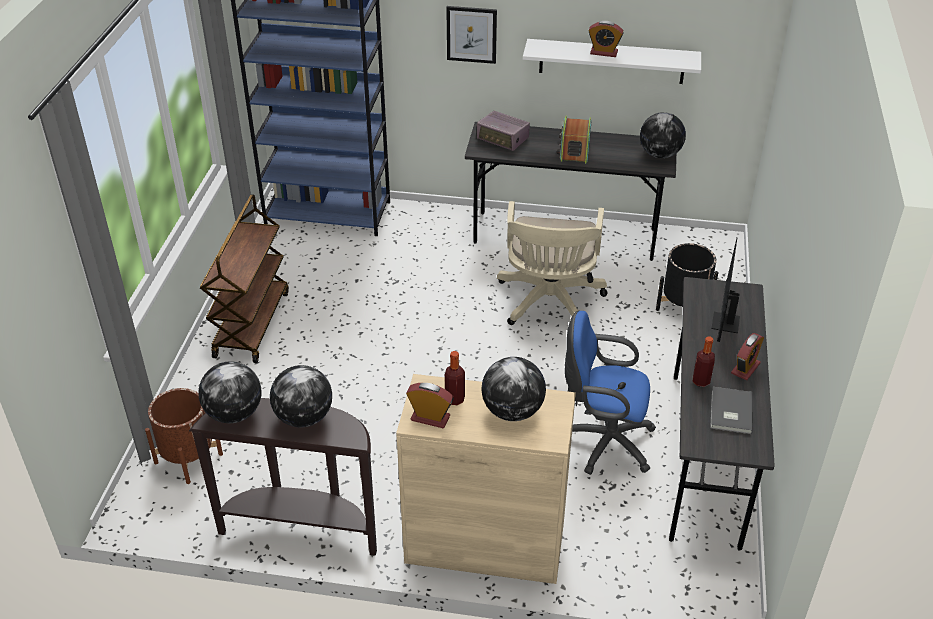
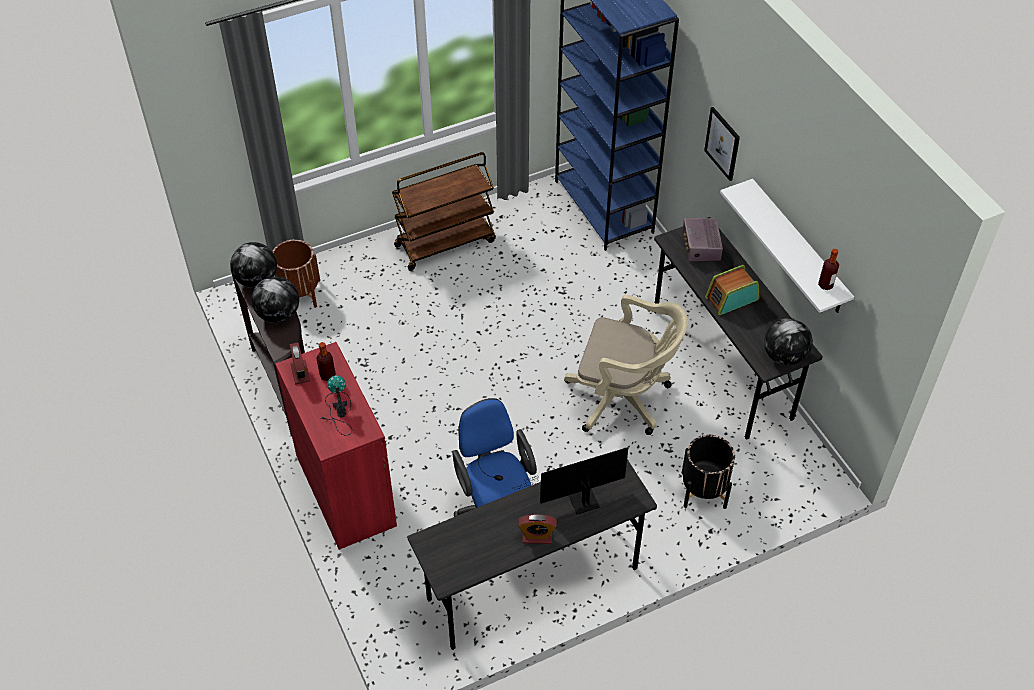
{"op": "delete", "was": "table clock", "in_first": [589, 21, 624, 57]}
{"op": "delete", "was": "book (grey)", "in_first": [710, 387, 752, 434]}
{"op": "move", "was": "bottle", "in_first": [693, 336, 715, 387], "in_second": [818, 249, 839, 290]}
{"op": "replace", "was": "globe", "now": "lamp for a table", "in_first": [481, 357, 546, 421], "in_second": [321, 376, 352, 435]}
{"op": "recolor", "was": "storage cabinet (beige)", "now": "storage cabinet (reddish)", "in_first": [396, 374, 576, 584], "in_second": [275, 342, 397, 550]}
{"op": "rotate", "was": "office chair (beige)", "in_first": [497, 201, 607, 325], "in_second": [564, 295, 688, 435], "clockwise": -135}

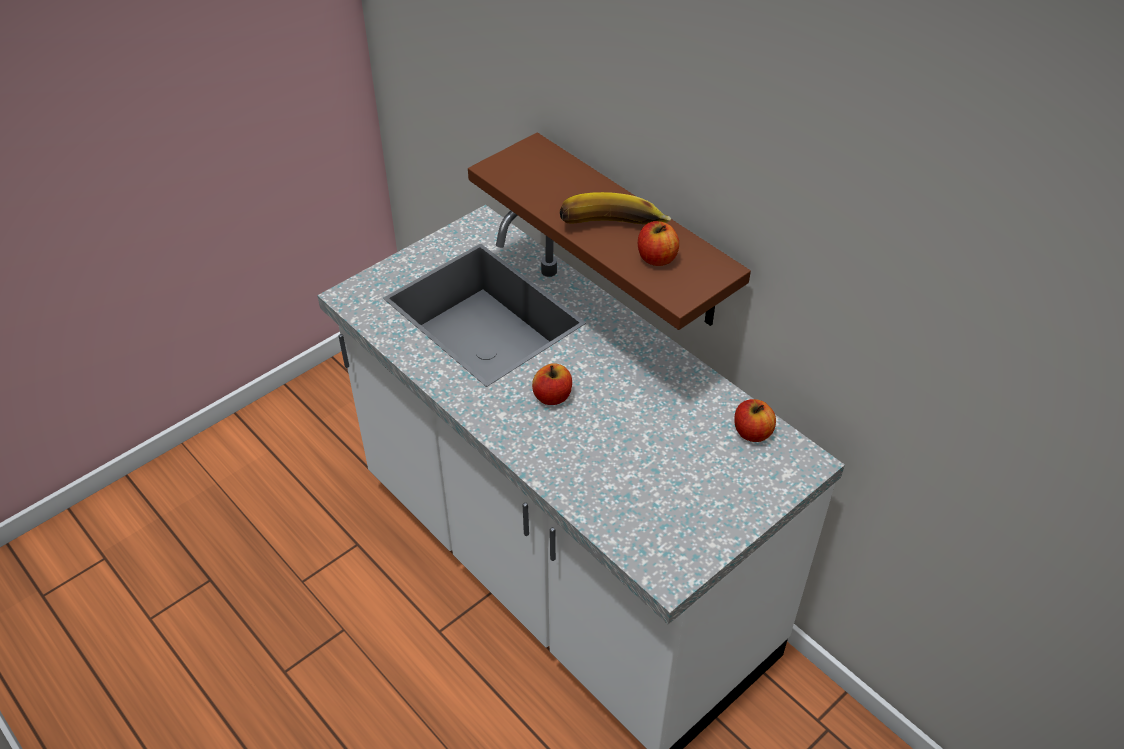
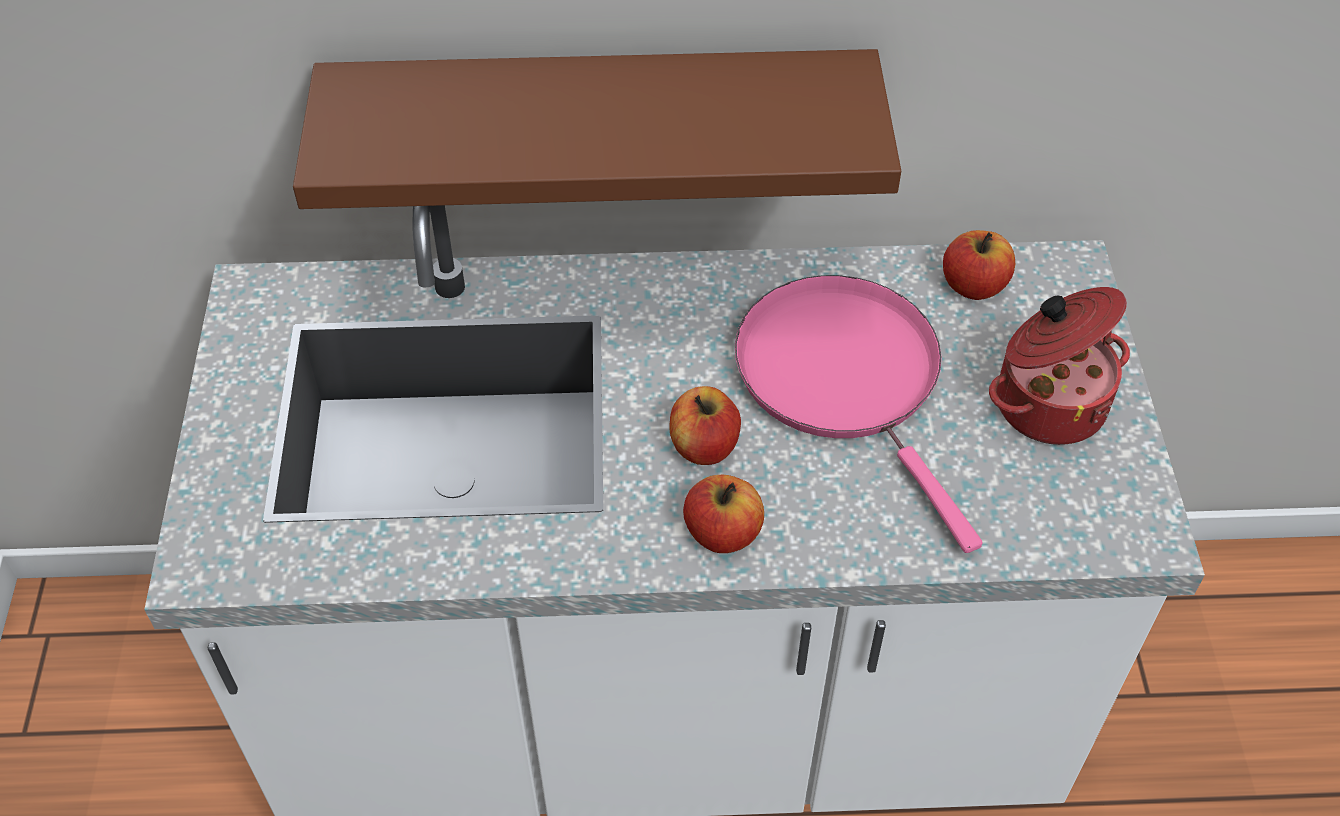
{"op": "delete", "was": "banana fruit", "in_first": [560, 192, 671, 224]}
{"op": "insert", "now": "frying pan (pinkish)", "in_second": [735, 275, 982, 553]}
{"op": "insert", "now": "cooking pot", "in_second": [989, 287, 1130, 445]}
{"op": "move", "was": "apple", "in_first": [638, 221, 679, 266], "in_second": [683, 475, 764, 553]}

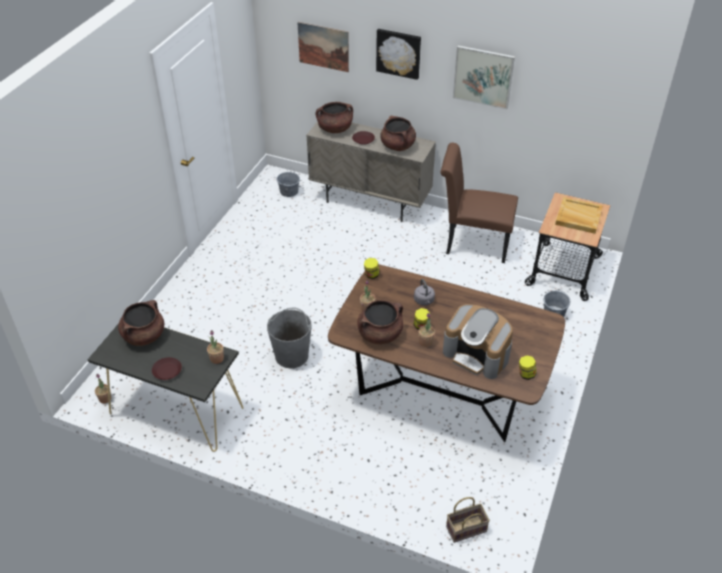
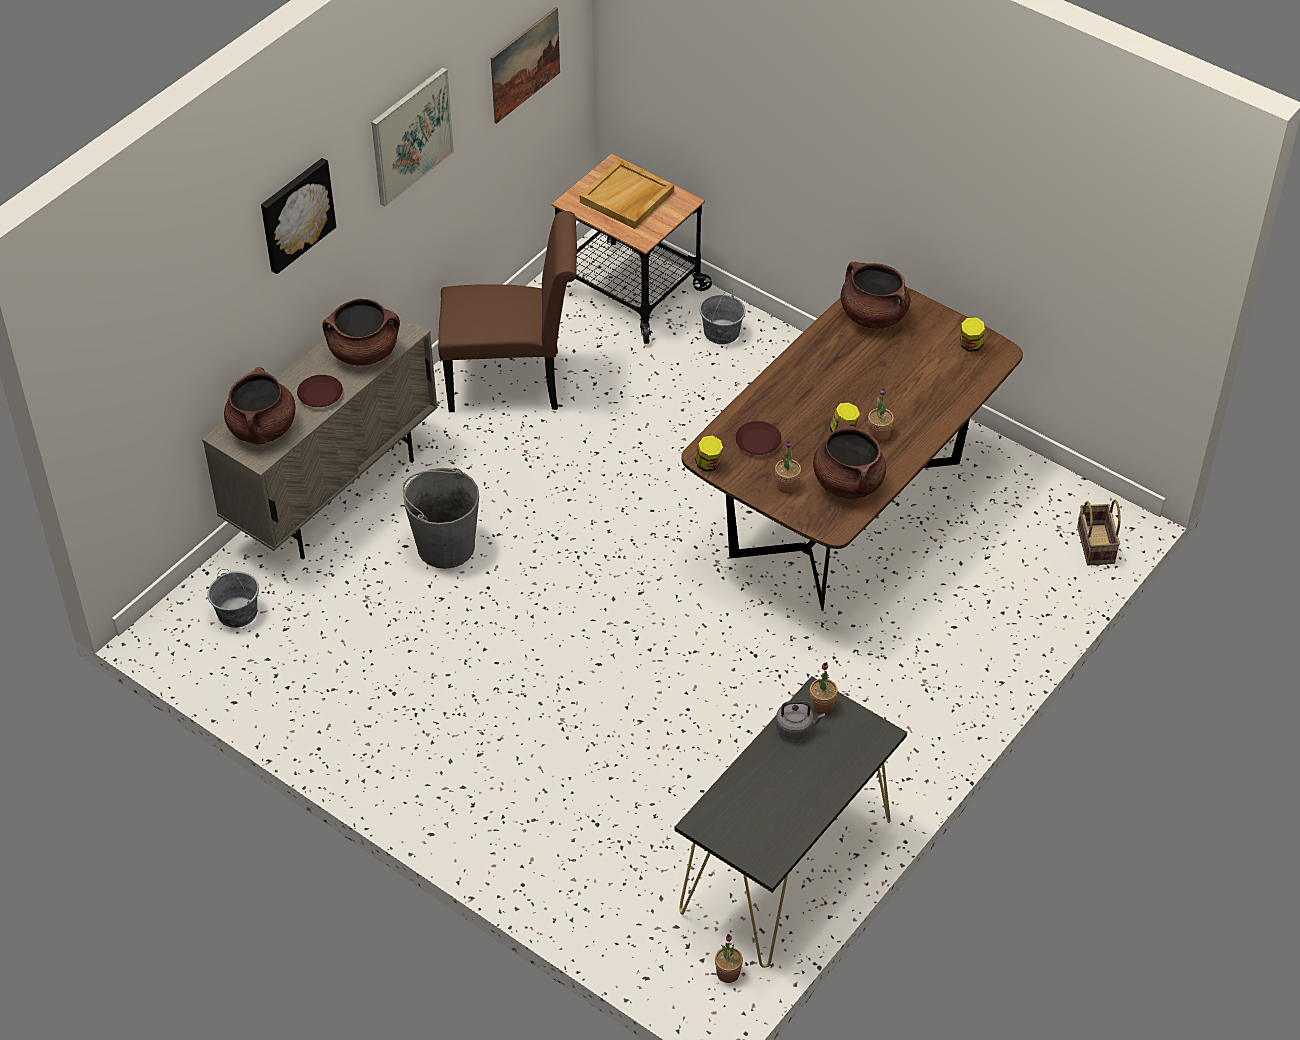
{"op": "delete", "was": "coffee maker", "in_first": [443, 304, 513, 379]}
{"op": "move", "was": "cooking pot (brownish)", "in_first": [118, 300, 164, 346], "in_second": [840, 262, 910, 329]}
{"op": "move", "was": "plate (brownish)", "in_first": [152, 357, 182, 380], "in_second": [735, 421, 782, 455]}
{"op": "move", "was": "water bucket (grey)", "in_first": [267, 308, 312, 369], "in_second": [403, 468, 479, 569]}
{"op": "move", "was": "wall picture", "in_first": [297, 22, 349, 72], "in_second": [491, 7, 560, 124]}
{"op": "move", "was": "water kettle (grey)", "in_first": [414, 279, 435, 305], "in_second": [776, 701, 825, 740]}
{"op": "rotate", "was": "plain chair (brownish)", "in_first": [440, 143, 518, 263], "in_second": [438, 211, 577, 412], "clockwise": -120}

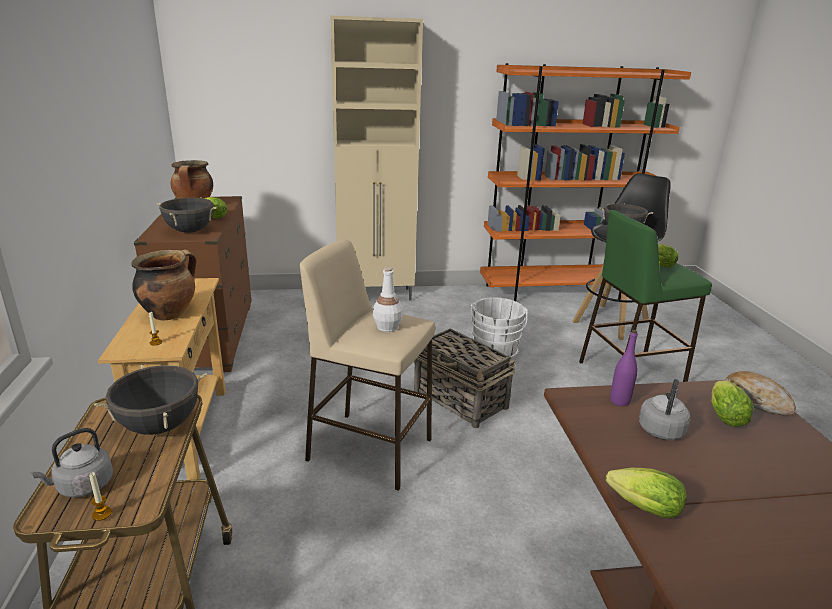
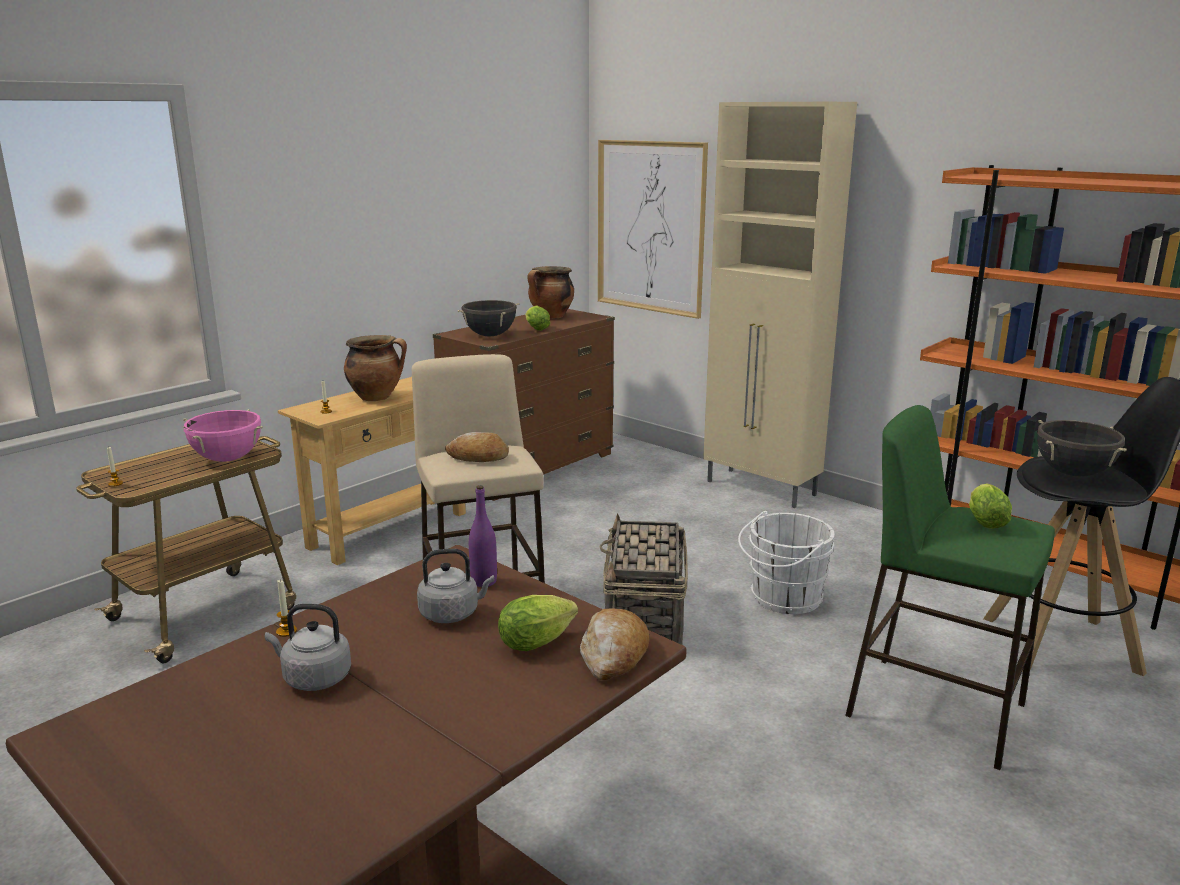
{"op": "insert", "now": "wall picture", "in_second": [598, 140, 708, 319]}
{"op": "move", "was": "water kettle (grey)", "in_first": [31, 428, 113, 497], "in_second": [265, 604, 351, 691]}
{"op": "replace", "was": "bottle (white-coloured)", "now": "baked bread", "in_first": [373, 266, 403, 332], "in_second": [445, 432, 509, 462]}
{"op": "replace", "was": "lettuce", "now": "wax light", "in_first": [606, 468, 687, 518], "in_second": [276, 580, 297, 637]}
{"op": "recolor", "was": "cooking pot (blackish)", "now": "cooking pot (pinkish)", "in_first": [94, 365, 207, 435], "in_second": [183, 409, 263, 462]}

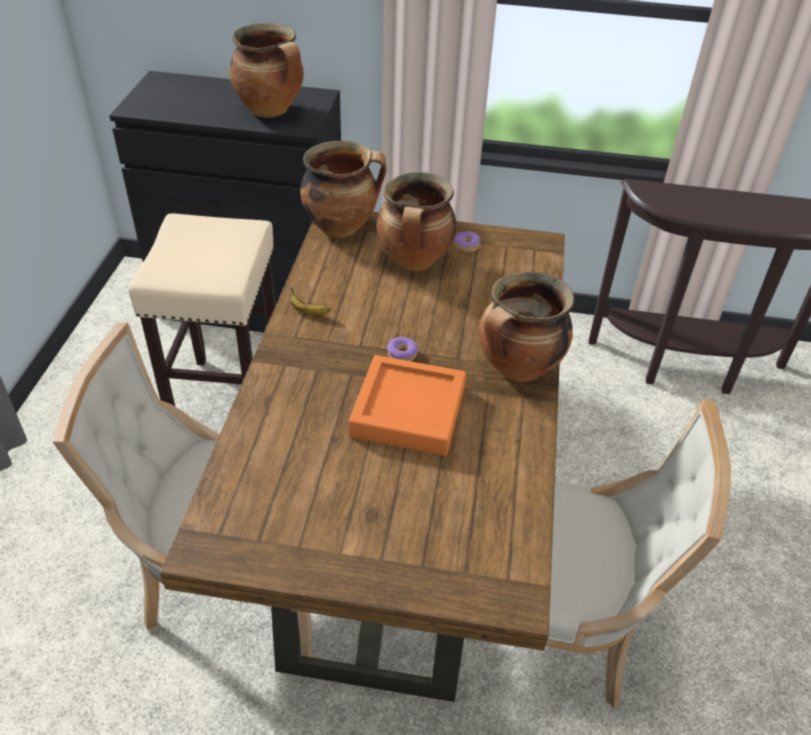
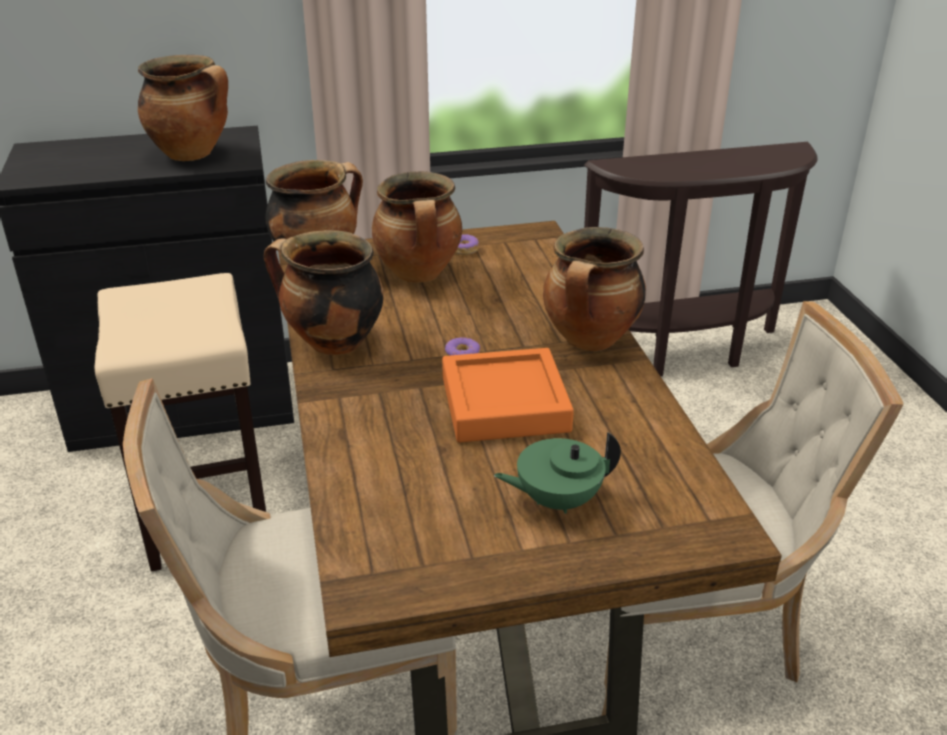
{"op": "insert", "now": "tea pot (green)", "in_second": [494, 432, 621, 514]}
{"op": "replace", "was": "banana fruit", "now": "cooking pot", "in_first": [290, 287, 331, 315], "in_second": [264, 230, 384, 355]}

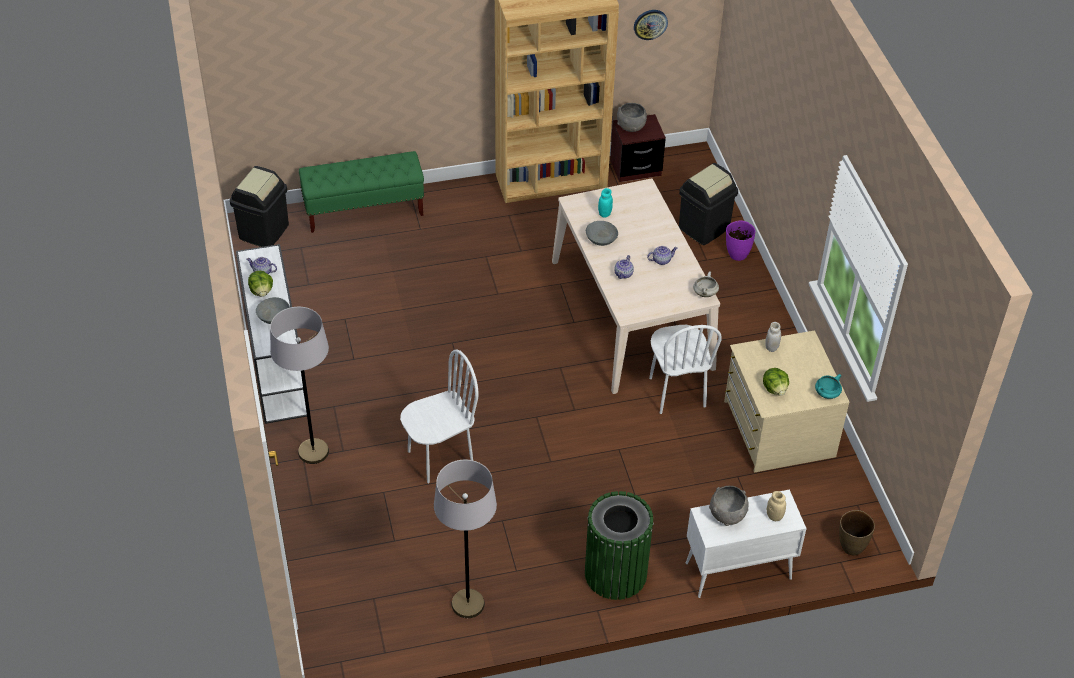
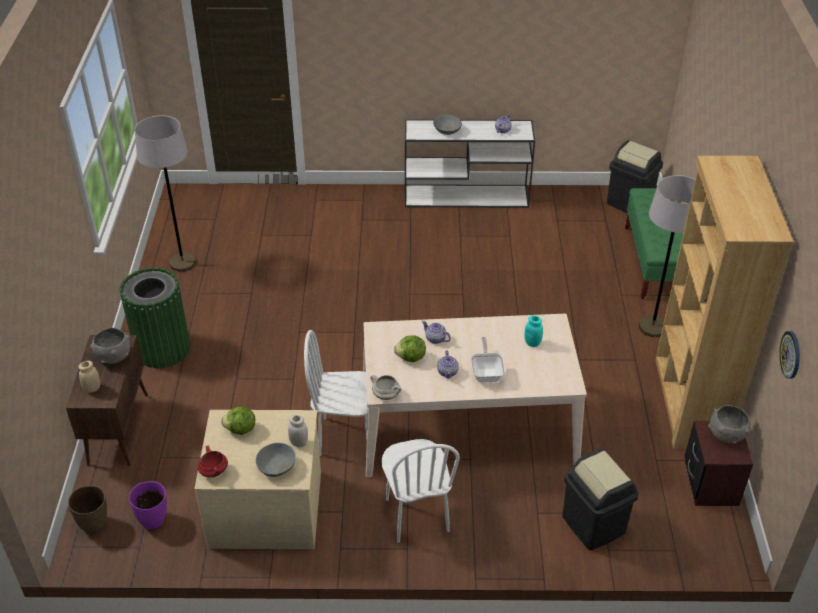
{"op": "insert", "now": "frying pan", "in_second": [471, 337, 505, 382]}
{"op": "move", "was": "lettuce", "in_first": [248, 271, 273, 297], "in_second": [394, 335, 426, 362]}
{"op": "move", "was": "standard lamp (grey)", "in_first": [270, 307, 329, 464], "in_second": [639, 175, 695, 337]}
{"op": "move", "was": "plain chair (white-coloured)", "in_first": [400, 350, 479, 483], "in_second": [381, 439, 460, 543]}
{"op": "move", "was": "serving bowl (grey)", "in_first": [586, 221, 618, 246], "in_second": [256, 443, 296, 477]}
{"op": "move", "was": "decorative vase (purple)", "in_first": [726, 220, 756, 261], "in_second": [129, 481, 167, 529]}
{"op": "recolor", "was": "storage cabinet (white-coloured)", "now": "storage cabinet (brownish)", "in_first": [686, 489, 807, 598], "in_second": [66, 335, 148, 466]}
{"op": "recolor", "was": "cooking pot (turquoise-coloured)", "now": "cooking pot (reddish)", "in_first": [815, 374, 842, 399], "in_second": [197, 446, 228, 478]}

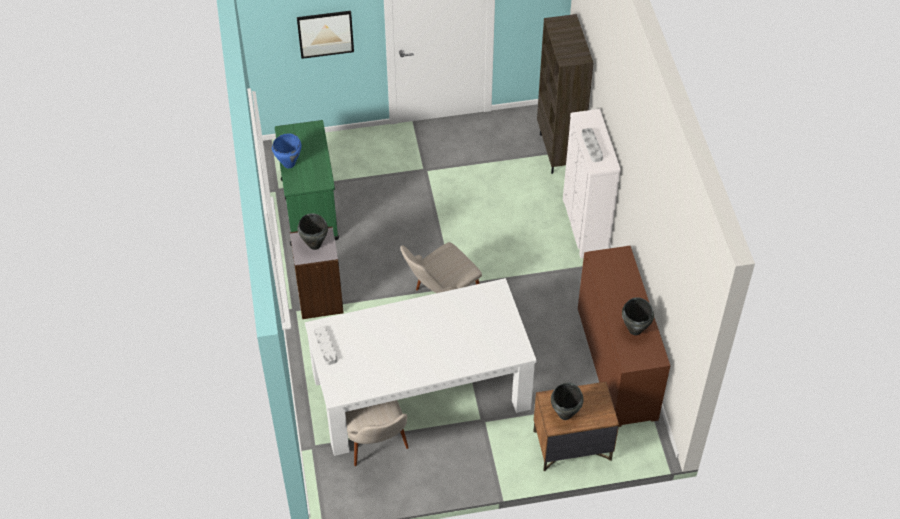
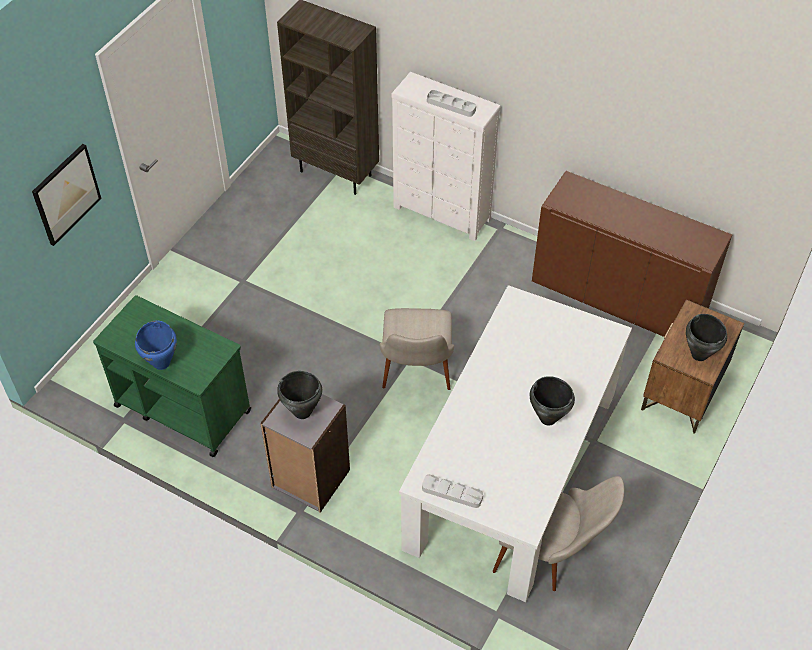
{"op": "move", "was": "cooking pot (blackish)", "in_first": [622, 297, 654, 335], "in_second": [530, 376, 575, 425]}

